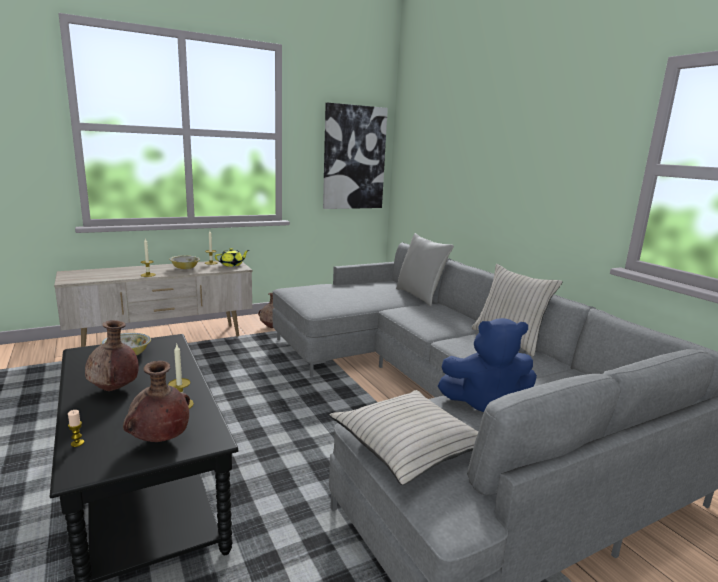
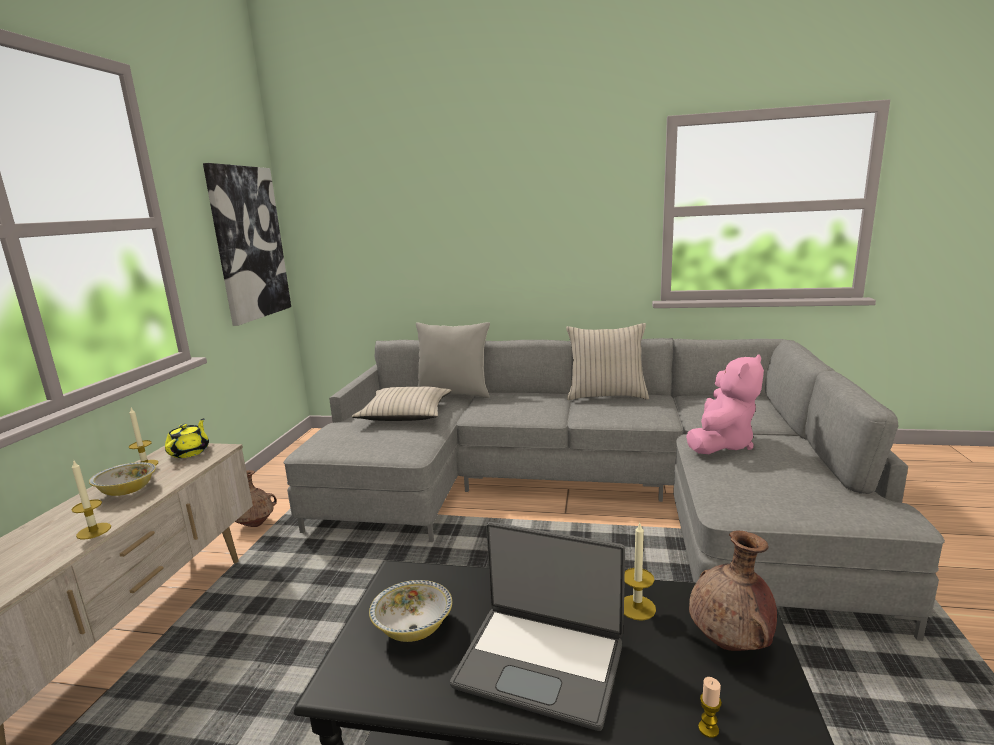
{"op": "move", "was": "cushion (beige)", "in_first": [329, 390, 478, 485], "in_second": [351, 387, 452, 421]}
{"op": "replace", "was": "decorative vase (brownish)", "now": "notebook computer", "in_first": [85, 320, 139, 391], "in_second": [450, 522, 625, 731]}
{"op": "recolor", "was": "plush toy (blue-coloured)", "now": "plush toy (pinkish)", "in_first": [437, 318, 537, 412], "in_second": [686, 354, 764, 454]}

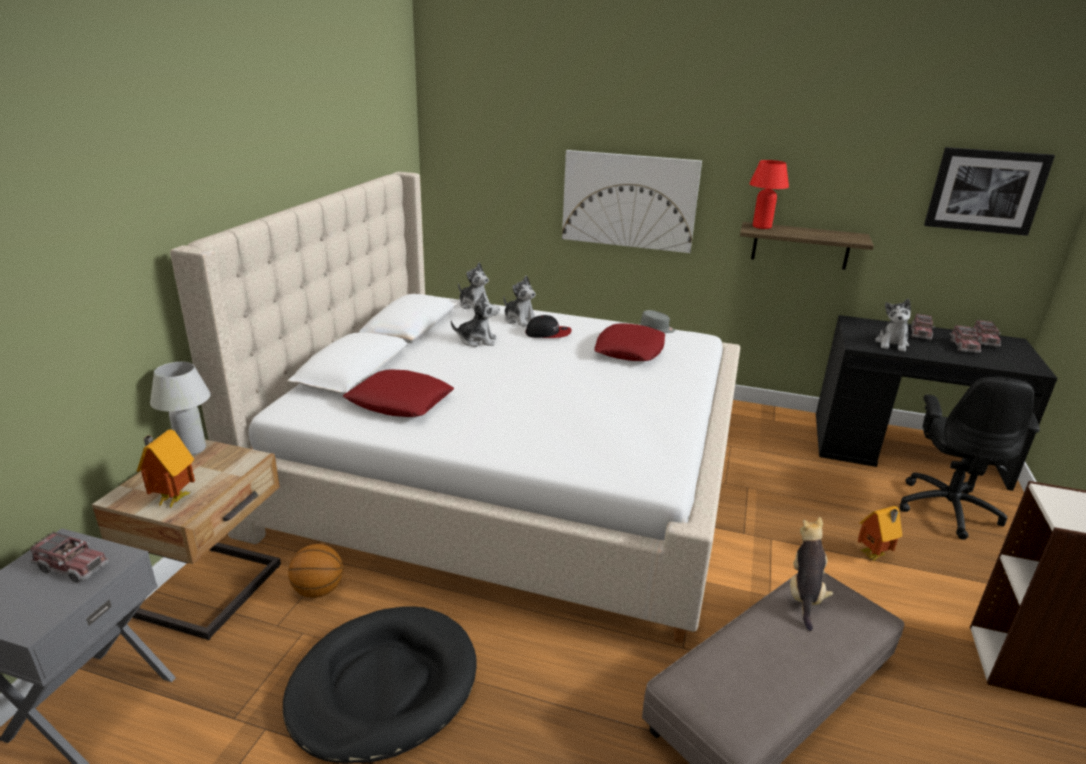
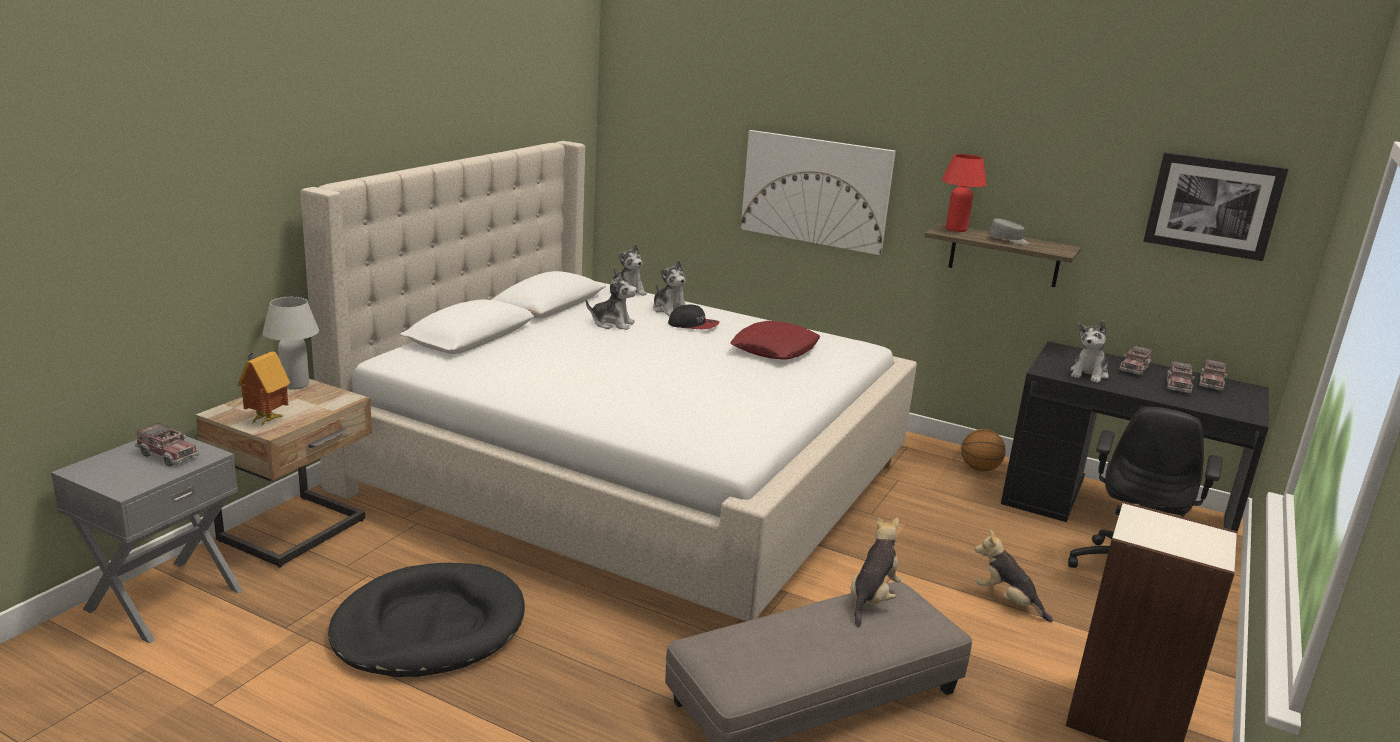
{"op": "delete", "was": "cushion (reddish)", "in_first": [343, 369, 454, 417]}
{"op": "move", "was": "basketball ball", "in_first": [288, 544, 343, 598], "in_second": [961, 429, 1006, 472]}
{"op": "move", "was": "cap (grey)", "in_first": [640, 310, 675, 333], "in_second": [989, 219, 1030, 245]}
{"op": "replace", "was": "model house", "now": "plush toy", "in_first": [858, 506, 902, 561], "in_second": [975, 529, 1053, 622]}

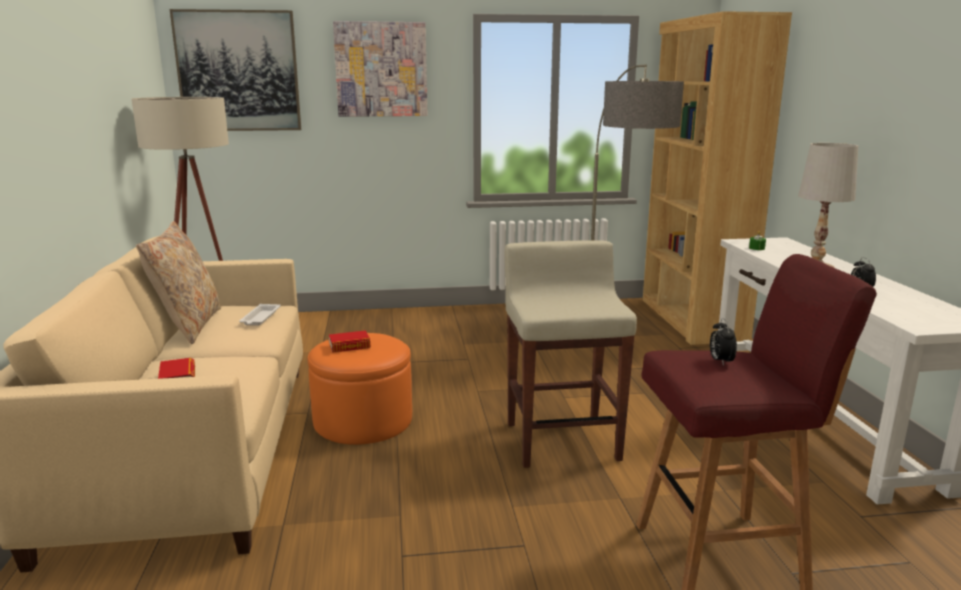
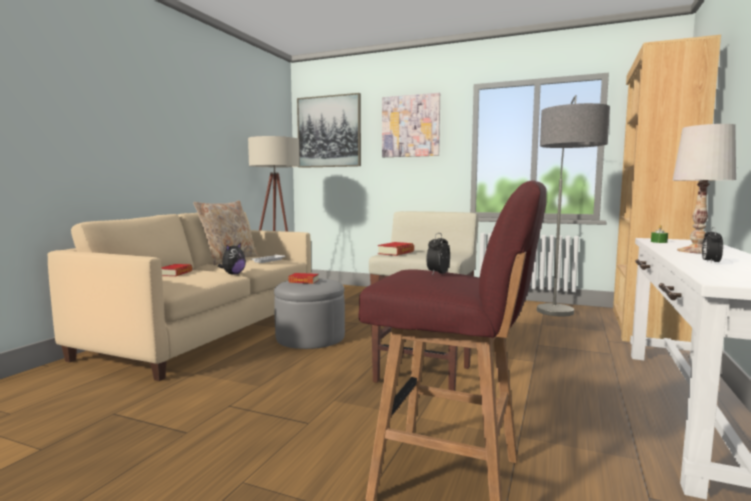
{"op": "insert", "now": "plush toy", "in_second": [218, 243, 246, 275]}
{"op": "insert", "now": "book", "in_second": [378, 242, 414, 256]}
{"op": "recolor", "was": "ottoman (orange)", "now": "ottoman (grey)", "in_first": [308, 333, 412, 445], "in_second": [274, 278, 345, 349]}

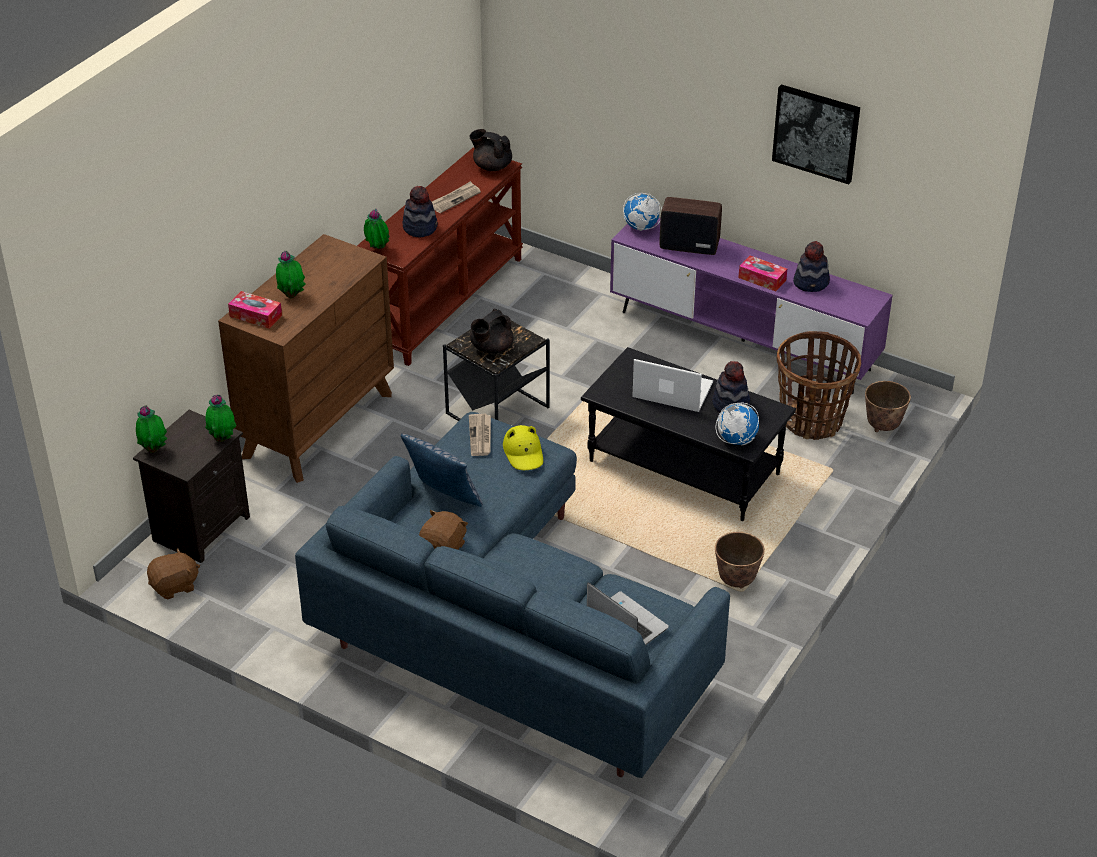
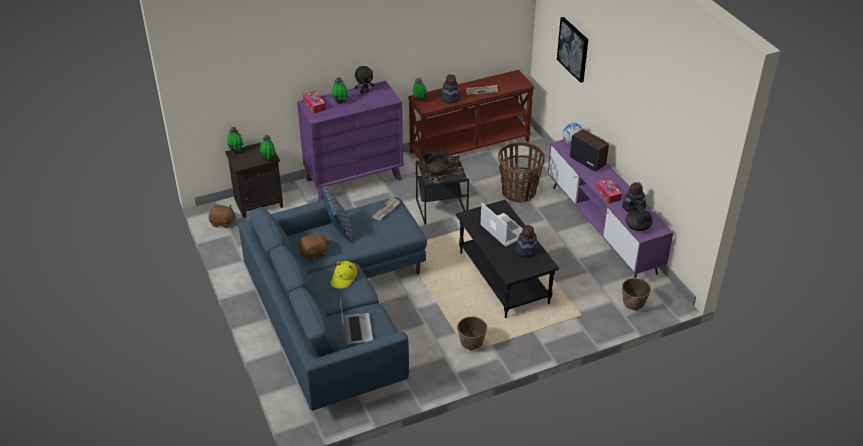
{"op": "delete", "was": "globe", "in_first": [715, 403, 759, 445]}
{"op": "insert", "now": "plush toy (blackish)", "in_second": [355, 66, 374, 93]}
{"op": "move", "was": "tea pot (blackish)", "in_first": [469, 129, 512, 171], "in_second": [626, 200, 653, 231]}
{"op": "move", "was": "clothing hat (yellow)", "in_first": [503, 425, 543, 470], "in_second": [330, 261, 357, 289]}
{"op": "move", "was": "wall picture", "in_first": [772, 84, 860, 184], "in_second": [557, 17, 588, 83]}
{"op": "move", "was": "basket", "in_first": [777, 331, 861, 440], "in_second": [498, 142, 545, 203]}
{"op": "recolor", "was": "dresser (brownish)", "now": "dresser (purple)", "in_first": [218, 234, 394, 483], "in_second": [297, 81, 403, 201]}

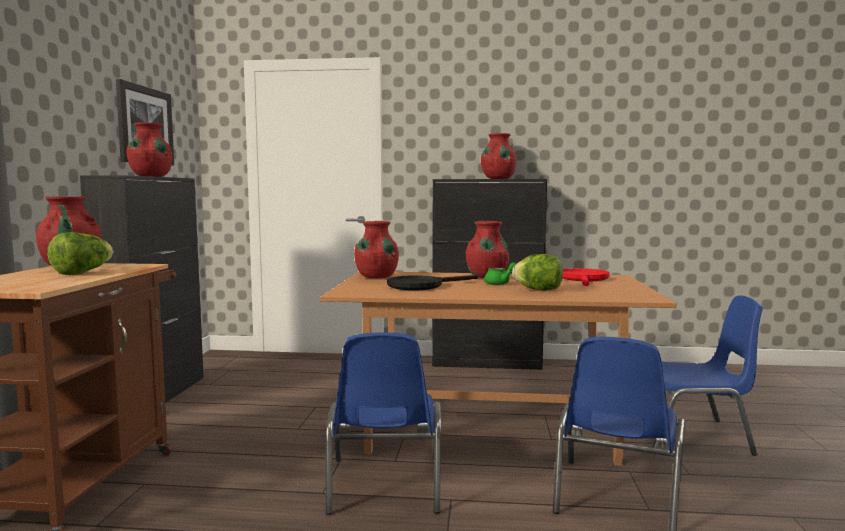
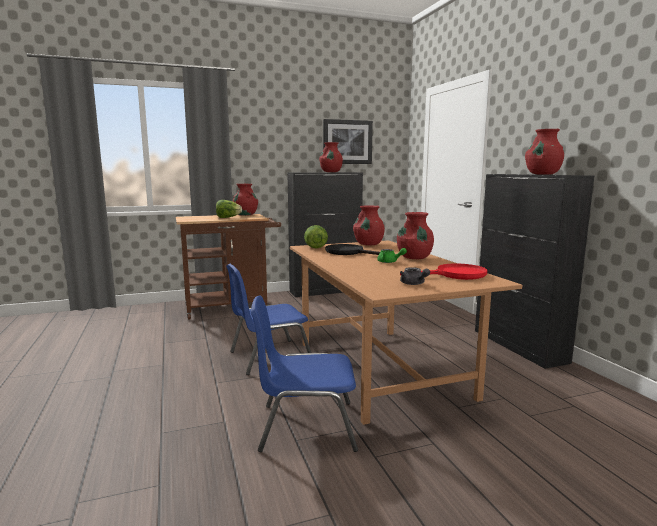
{"op": "delete", "was": "plain chair (blue-coloured)", "in_first": [653, 295, 763, 456]}
{"op": "insert", "now": "tea pot (grey)", "in_second": [400, 267, 430, 285]}
{"op": "move", "was": "lettuce", "in_first": [512, 254, 563, 291], "in_second": [304, 225, 328, 248]}

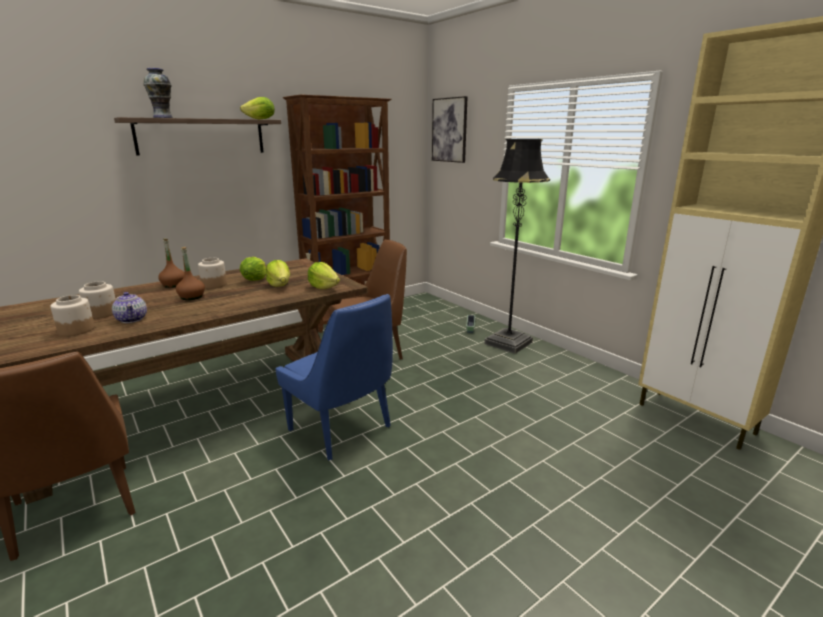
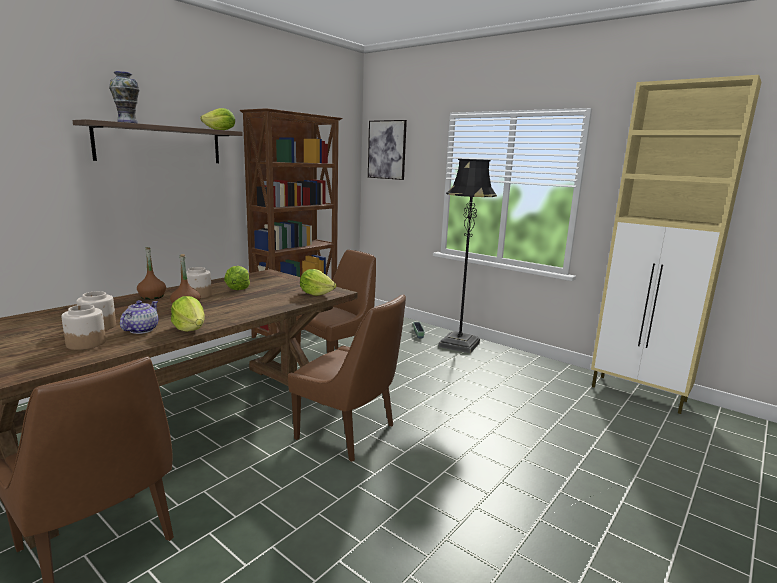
{"op": "move", "was": "lettuce", "in_first": [266, 260, 290, 287], "in_second": [171, 296, 205, 332]}
{"op": "recolor", "was": "plain chair (blue-coloured)", "now": "plain chair (brownish)", "in_first": [275, 294, 393, 460], "in_second": [288, 294, 406, 462]}
{"op": "rotate", "was": "tea pot", "in_first": [112, 292, 147, 323], "in_second": [120, 300, 158, 334], "clockwise": -120}

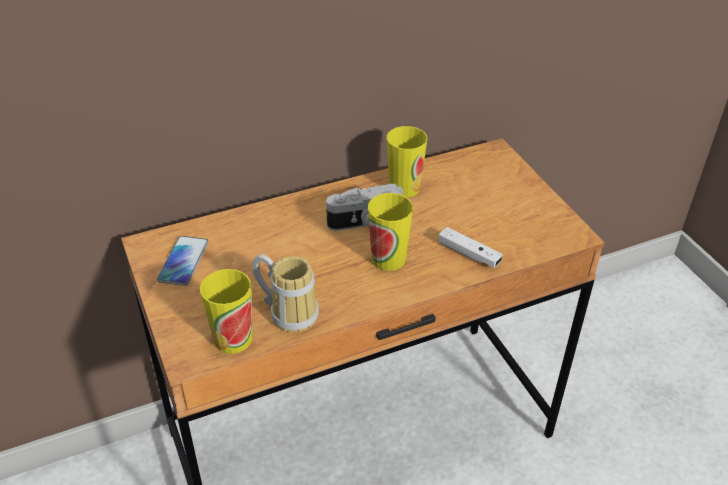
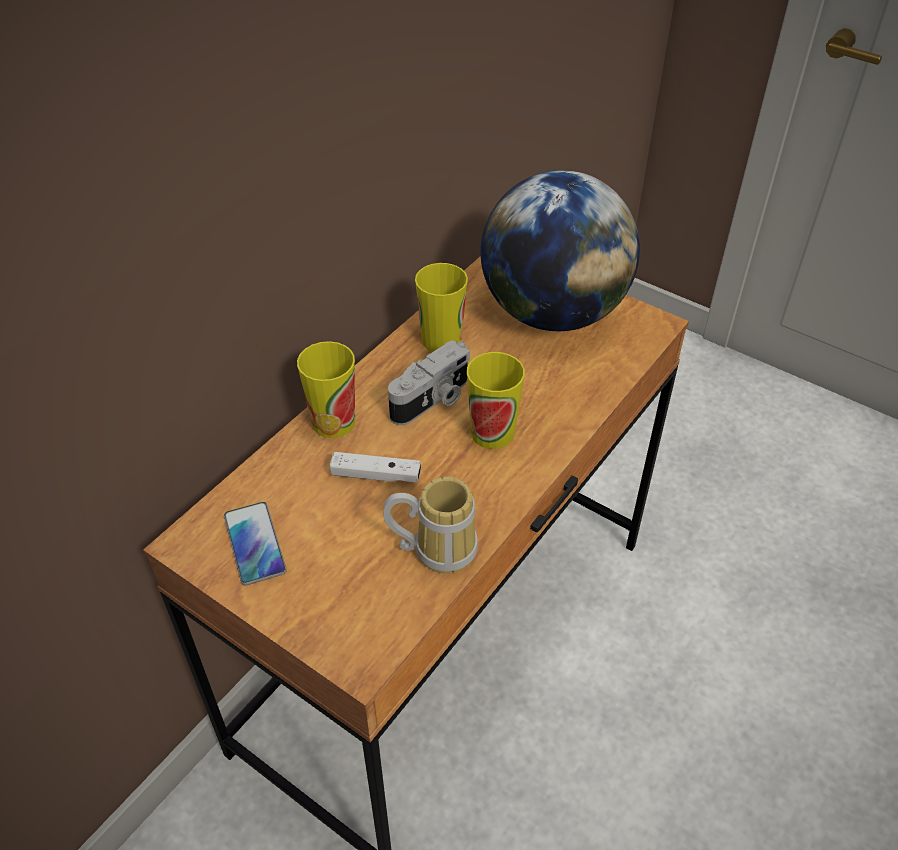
{"op": "insert", "now": "globe", "in_second": [481, 170, 640, 331]}
{"op": "move", "was": "drinking cup", "in_first": [200, 269, 252, 354], "in_second": [297, 341, 355, 438]}
{"op": "move", "was": "joypad (white-coloured)", "in_first": [438, 227, 502, 268], "in_second": [330, 452, 421, 483]}

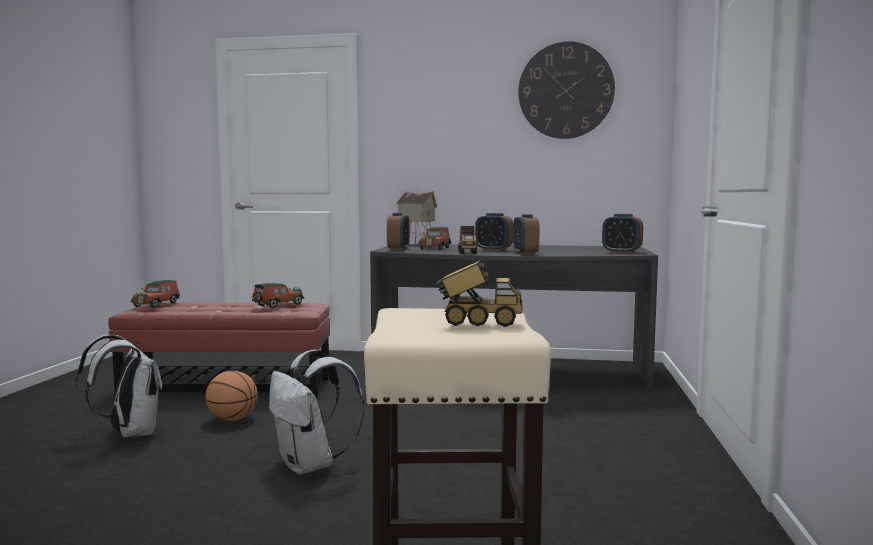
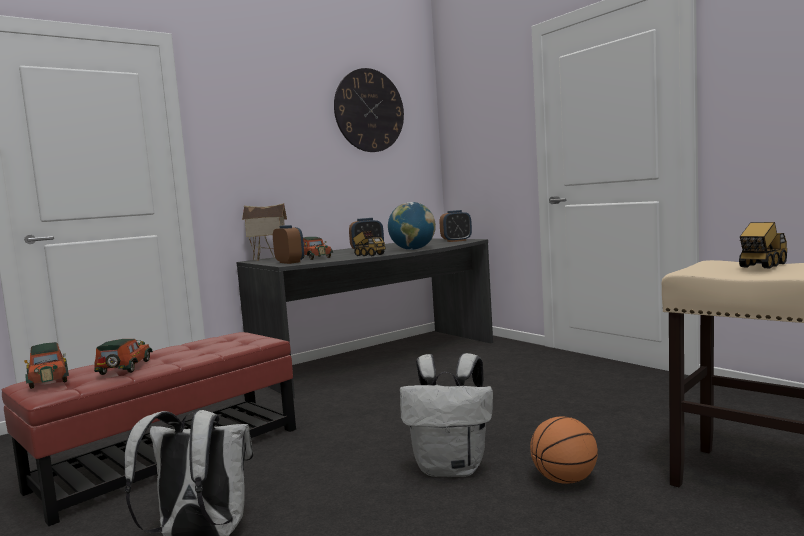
{"op": "move", "was": "basketball ball", "in_first": [205, 371, 258, 421], "in_second": [530, 416, 598, 484]}
{"op": "move", "was": "miniature car", "in_first": [251, 283, 304, 308], "in_second": [94, 339, 153, 375]}
{"op": "replace", "was": "table clock", "now": "globe", "in_first": [513, 214, 540, 255], "in_second": [388, 202, 436, 250]}

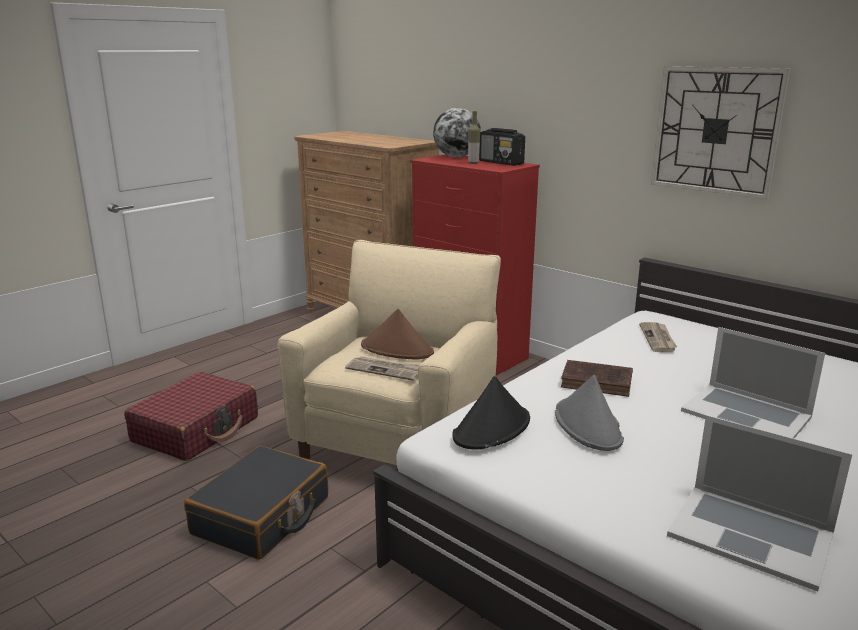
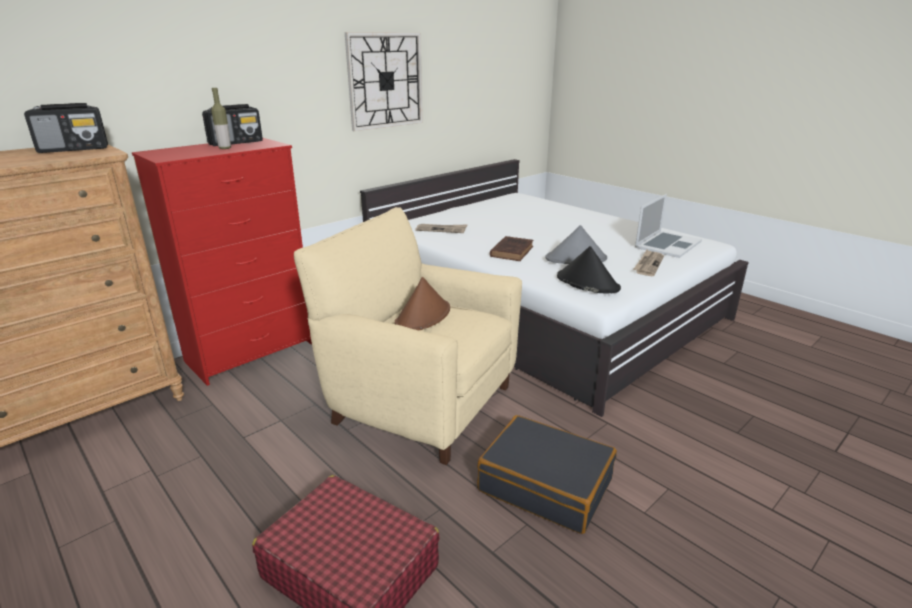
{"op": "delete", "was": "globe", "in_first": [433, 108, 481, 157]}
{"op": "delete", "was": "notebook computer", "in_first": [681, 327, 825, 439]}
{"op": "insert", "now": "radio set", "in_second": [24, 103, 108, 153]}
{"op": "move", "was": "daily paper", "in_first": [345, 356, 419, 381], "in_second": [633, 250, 664, 276]}

